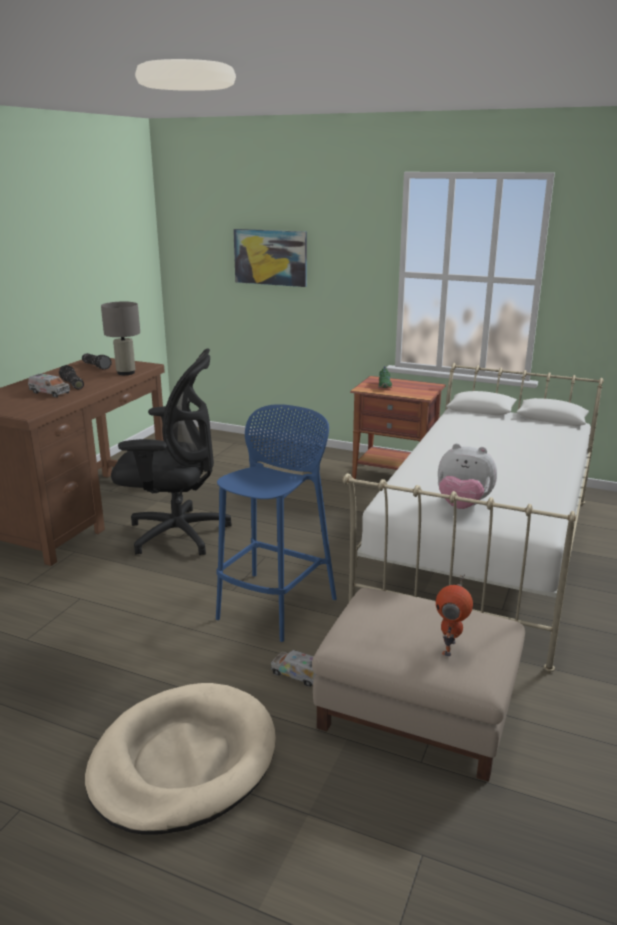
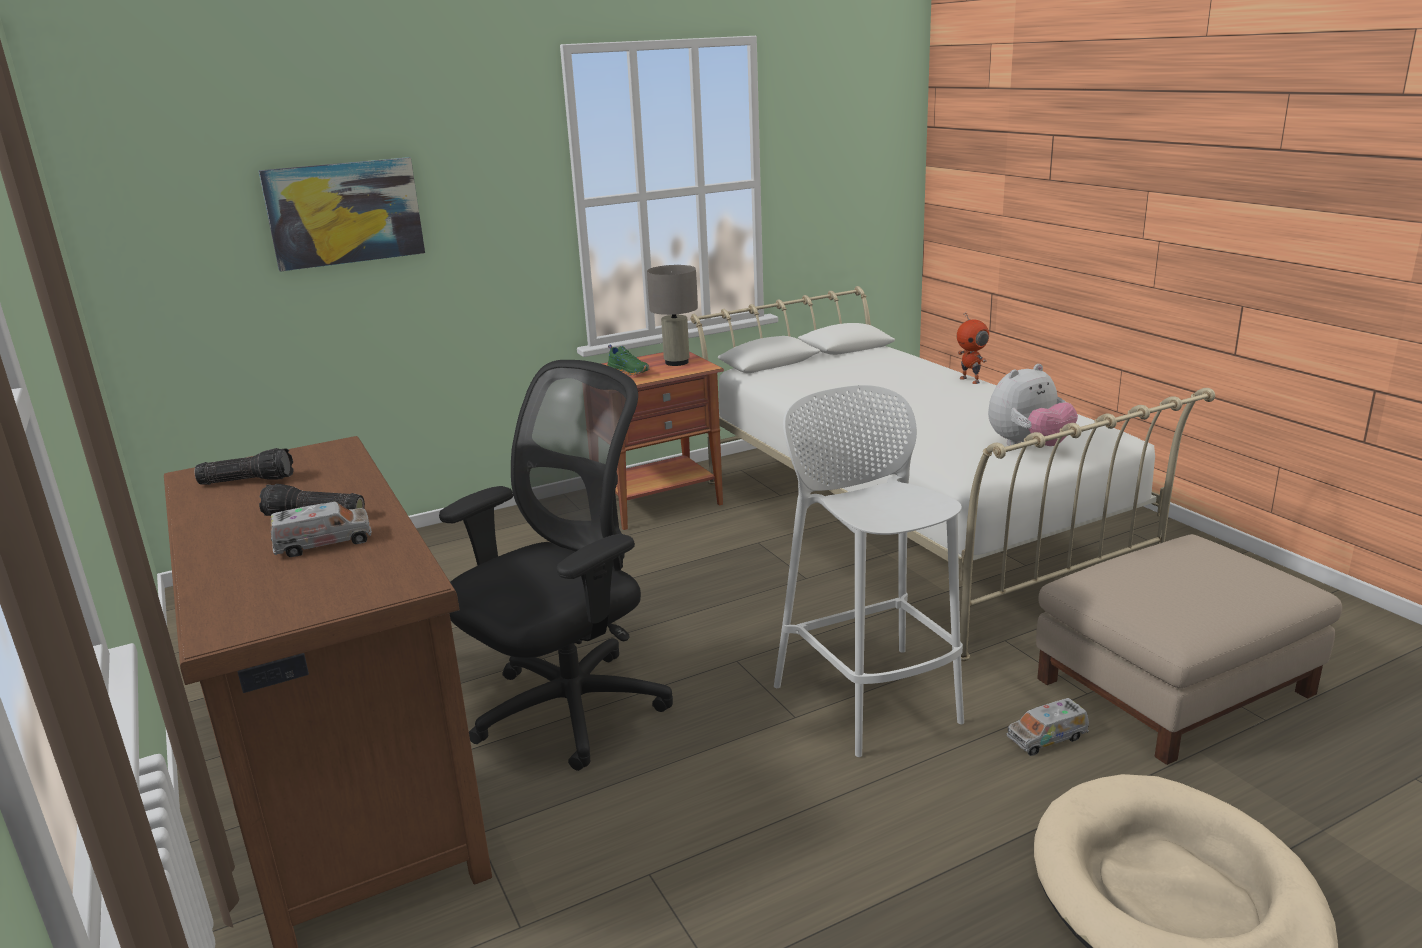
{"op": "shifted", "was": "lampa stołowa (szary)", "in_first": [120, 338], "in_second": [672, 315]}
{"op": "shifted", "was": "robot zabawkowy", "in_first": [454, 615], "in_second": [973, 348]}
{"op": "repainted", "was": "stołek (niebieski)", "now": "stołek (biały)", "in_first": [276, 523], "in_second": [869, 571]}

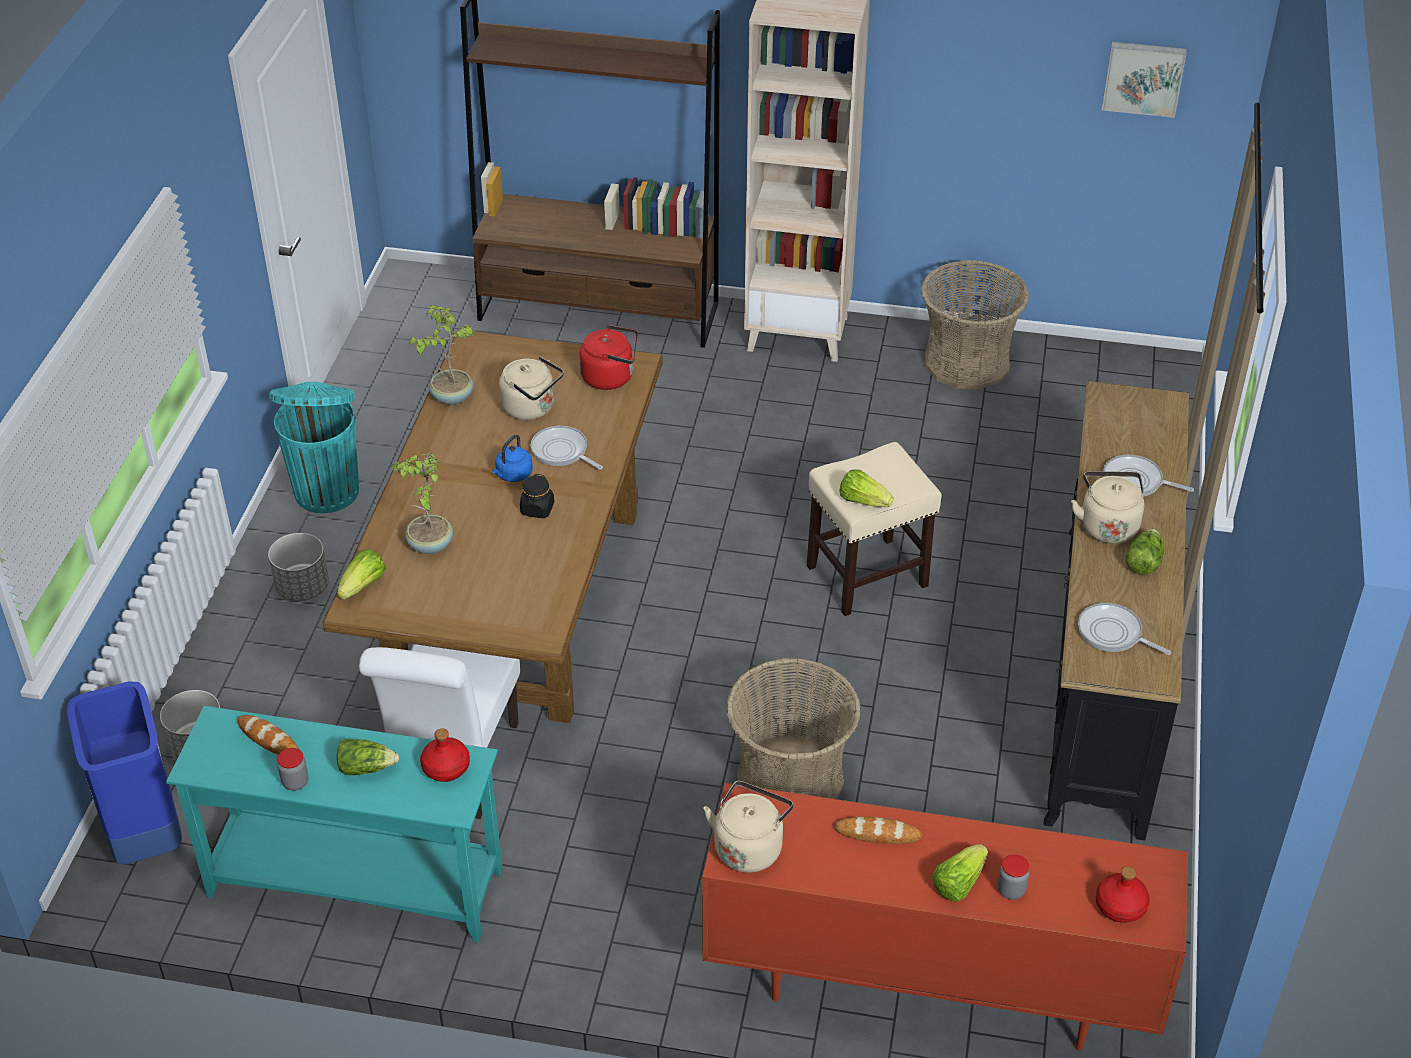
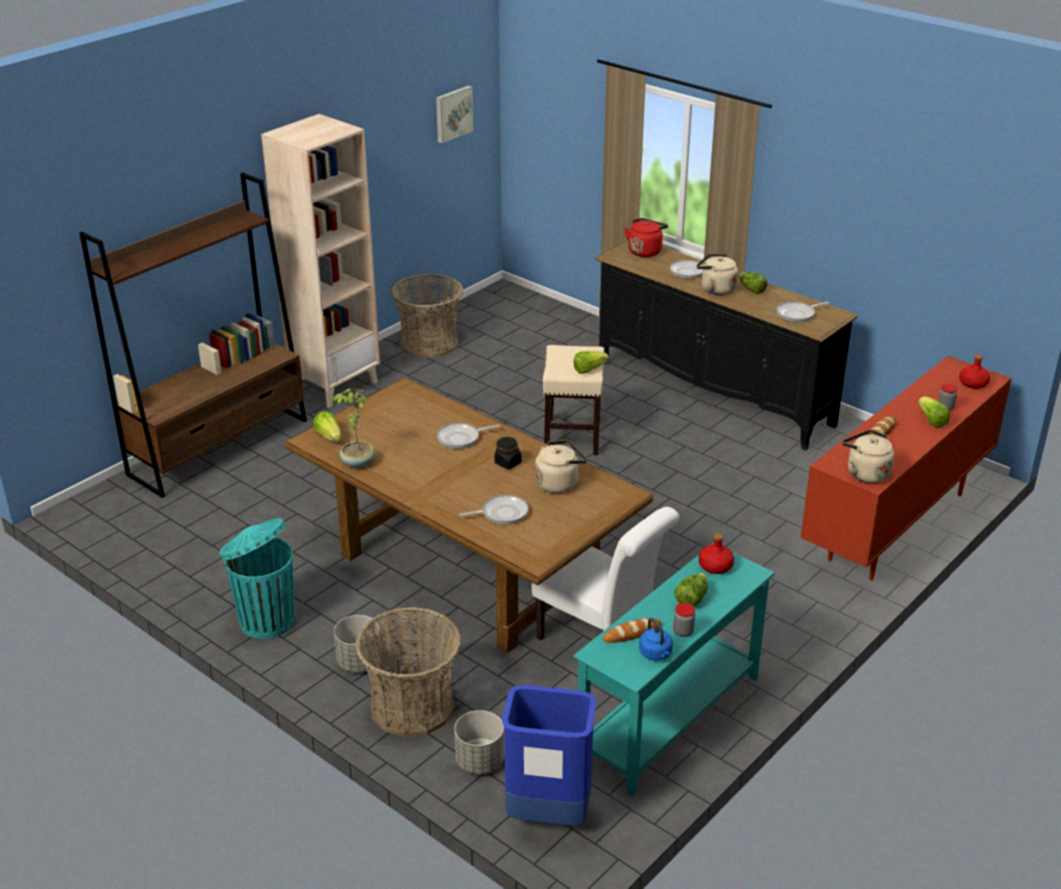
{"op": "shifted", "was": "sałata", "in_first": [361, 575], "in_second": [327, 426]}
{"op": "shifted", "was": "czajnik (niebieski)", "in_first": [512, 458], "in_second": [656, 639]}
{"op": "shifted", "was": "czajnik (beżowy)", "in_first": [531, 388], "in_second": [561, 466]}
{"op": "shifted", "was": "czajnik (czerwony)", "in_first": [608, 357], "in_second": [646, 237]}
{"op": "shifted", "was": "koszyk", "in_first": [793, 728], "in_second": [408, 672]}
{"op": "swapped", "was": "roślina doniczkowa", "now": "patelnia", "in_first": [422, 503], "in_second": [493, 510]}

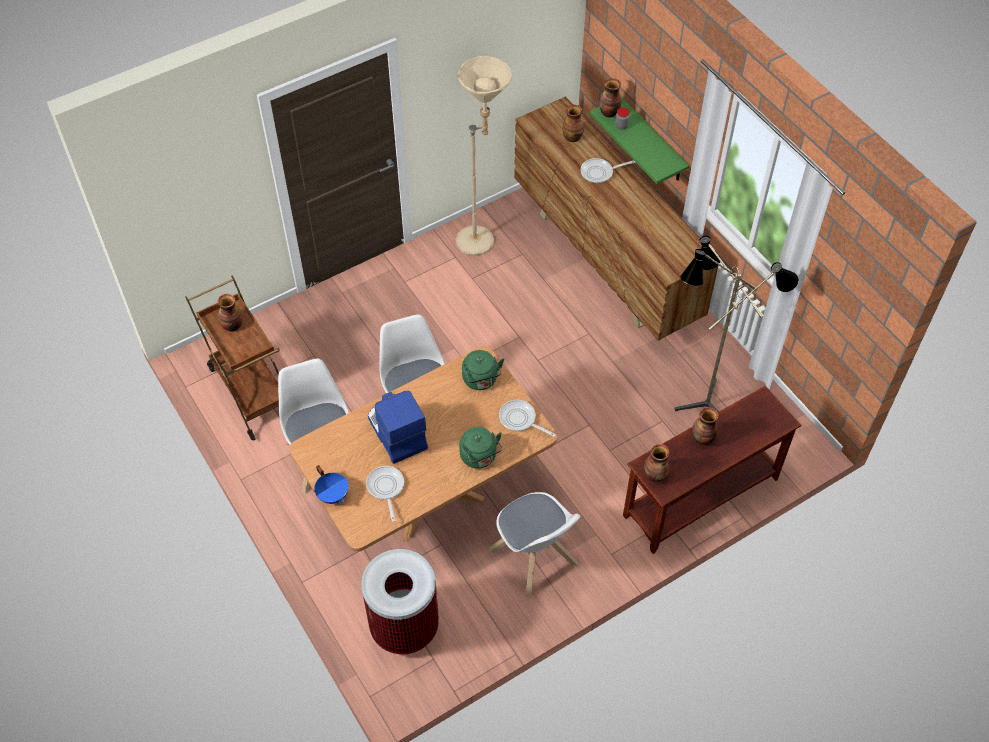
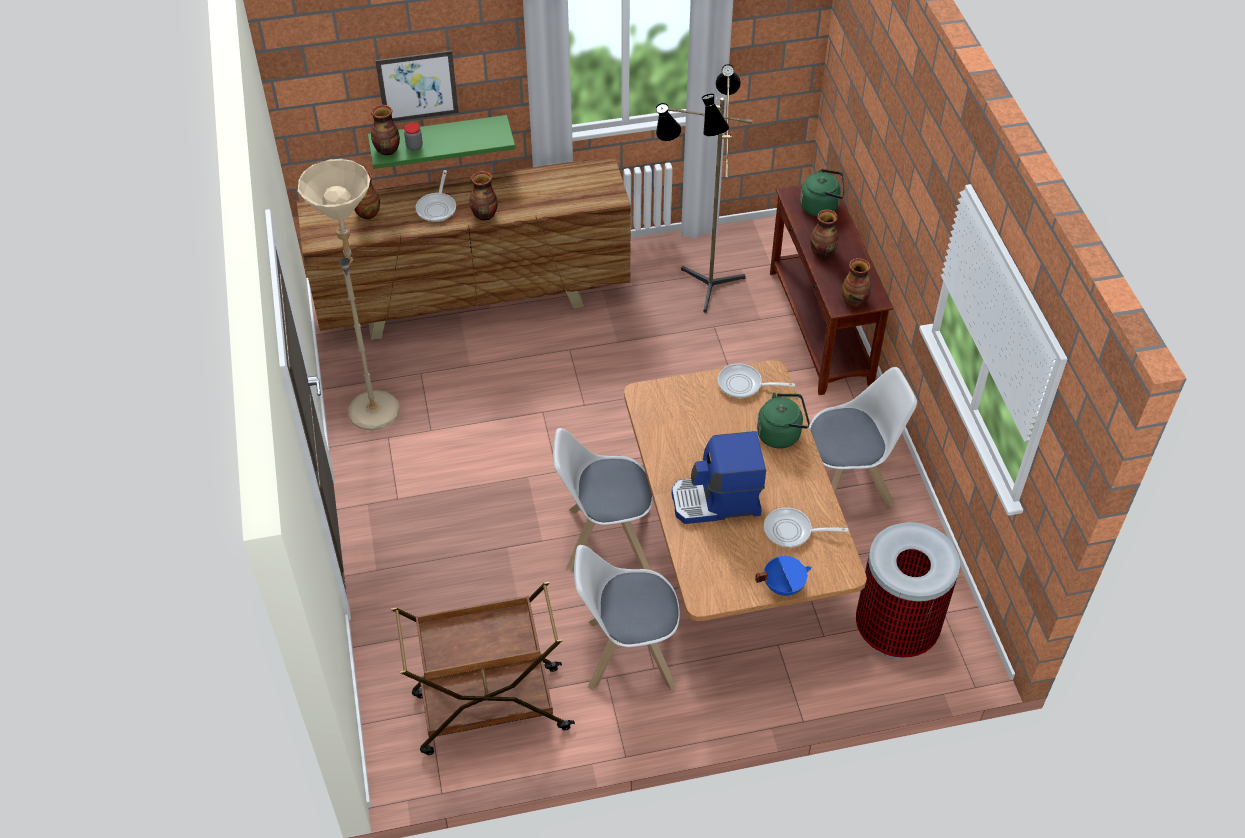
{"op": "new", "now": "obraz", "in_second": [417, 86]}
{"op": "shifted", "was": "wazon", "in_first": [230, 313], "in_second": [483, 196]}
{"op": "shifted", "was": "czajnik (zielony)", "in_first": [483, 370], "in_second": [822, 193]}
{"op": "rotated", "was": "patelnia", "in_first": [527, 418], "in_second": [756, 380], "clockwise": 45}

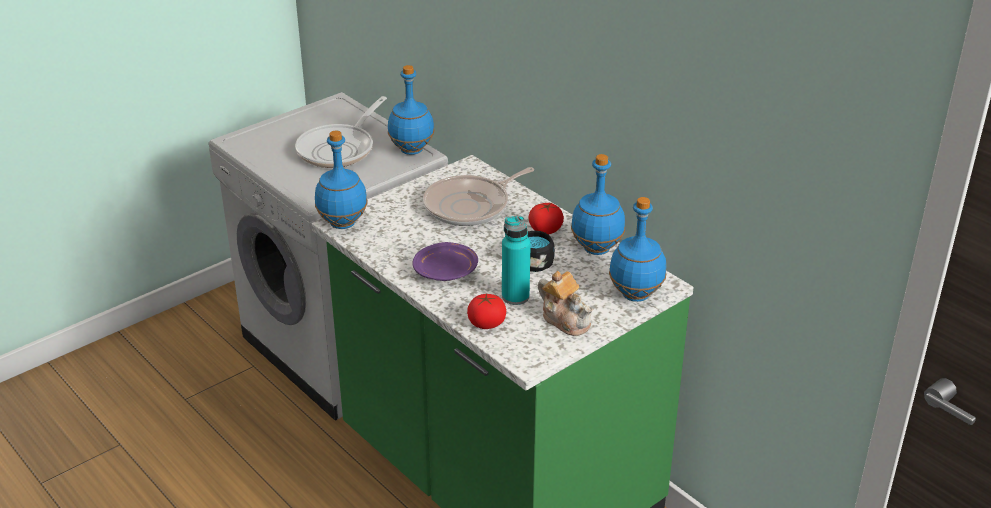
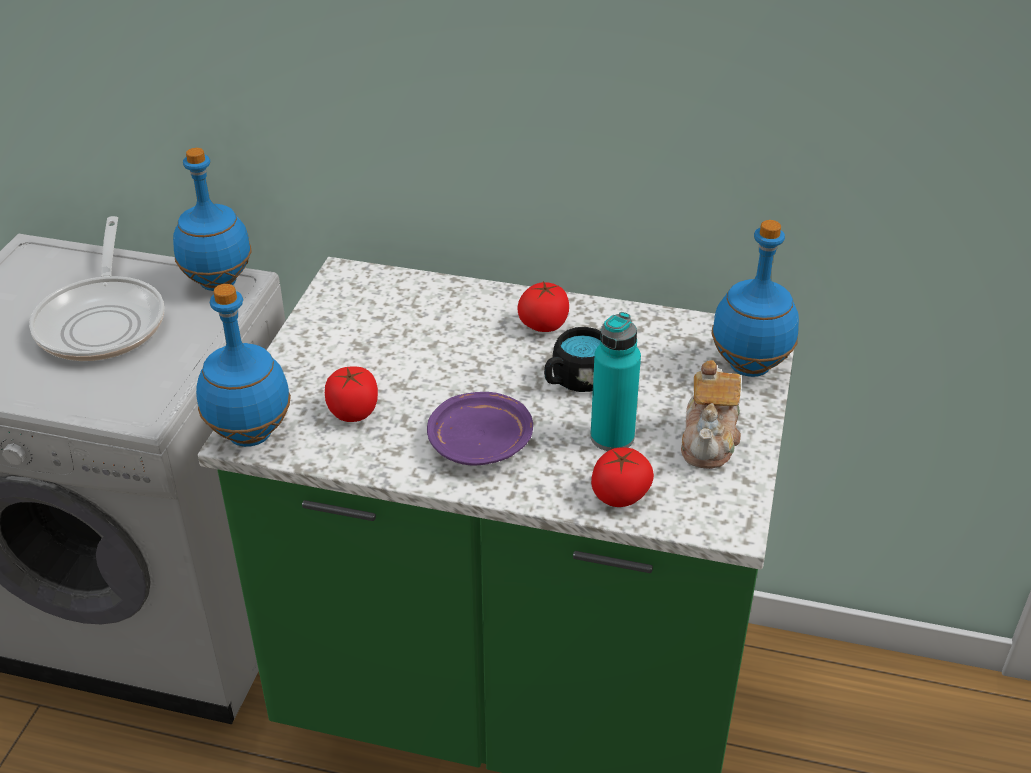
{"op": "gone", "was": "patelnia", "in_first": [479, 196]}
{"op": "gone", "was": "butelka (niebieski)", "in_first": [598, 204]}
{"op": "new", "now": "pomidor", "in_second": [351, 394]}
{"op": "rotated", "was": "imbryk", "in_first": [565, 303], "in_second": [711, 414], "clockwise": 90}

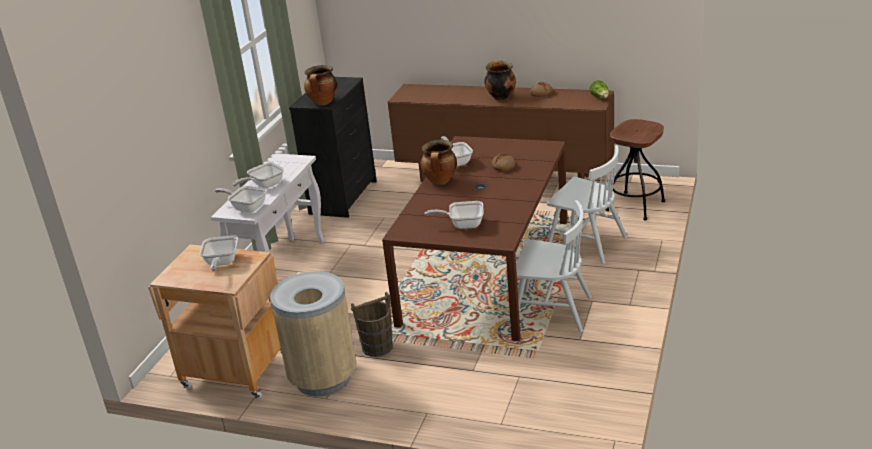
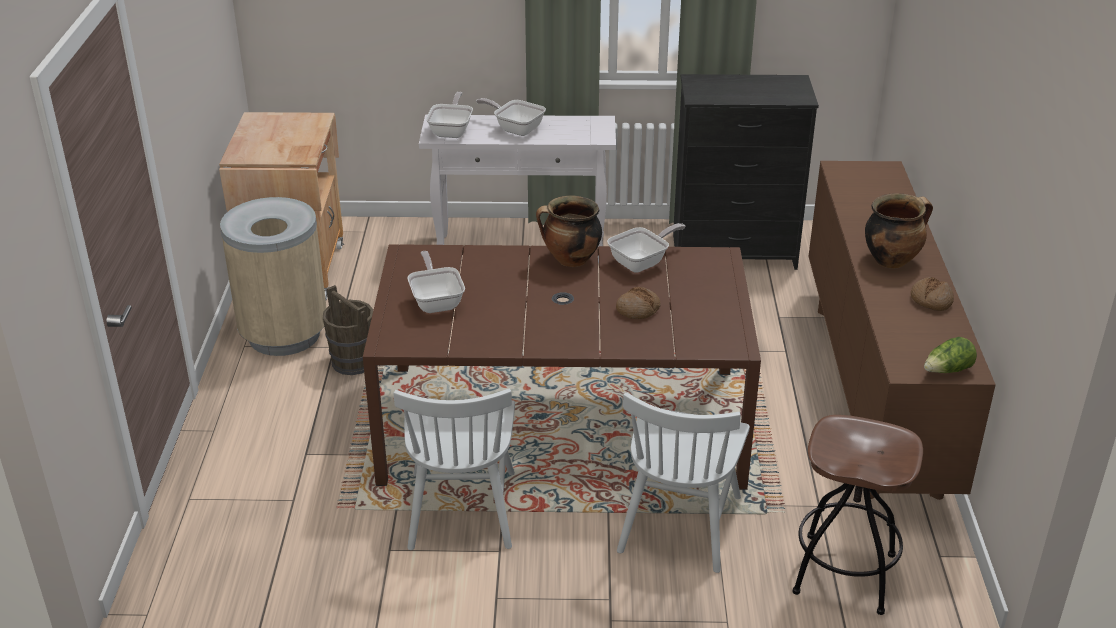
{"op": "gone", "was": "patelnia", "in_first": [219, 253]}
{"op": "gone", "was": "garnek", "in_first": [321, 85]}

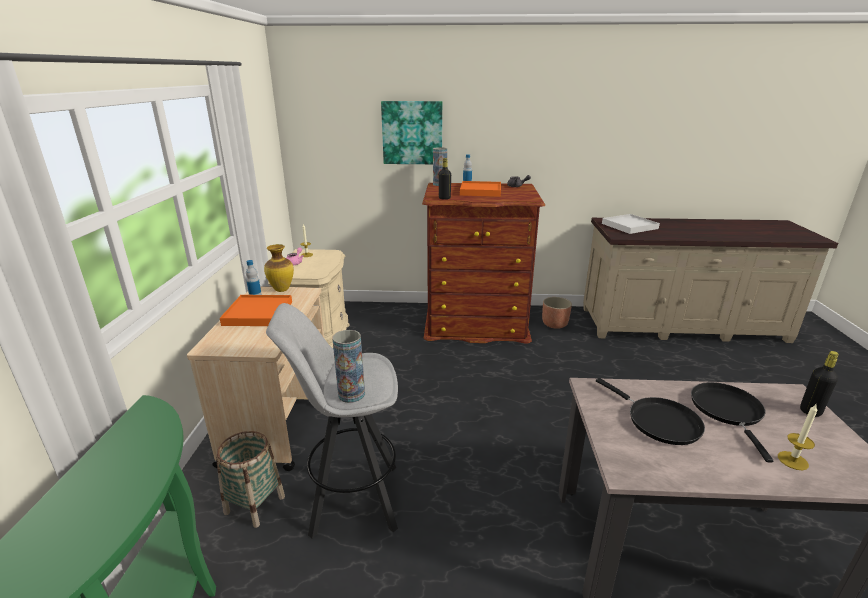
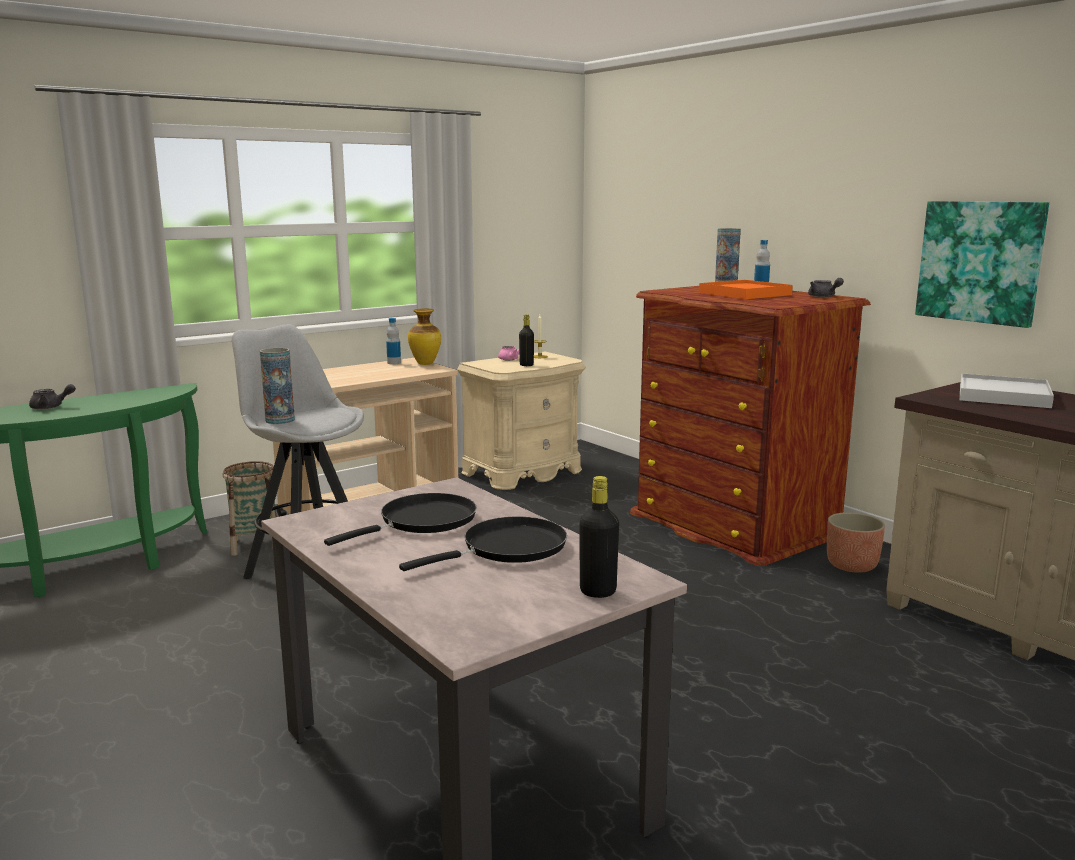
{"op": "gone", "was": "taca (pomarańczowy)", "in_first": [256, 310]}
{"op": "gone", "was": "świeca", "in_first": [798, 436]}
{"op": "new", "now": "imbryk (szary)", "in_second": [52, 397]}
{"op": "shifted", "was": "obraz", "in_first": [411, 132], "in_second": [982, 264]}
{"op": "shifted", "was": "butelka (czarny)", "in_first": [445, 179], "in_second": [526, 340]}
{"op": "rotated", "was": "patelnia (czarny)", "in_first": [650, 411], "in_second": [400, 519], "clockwise": -150}

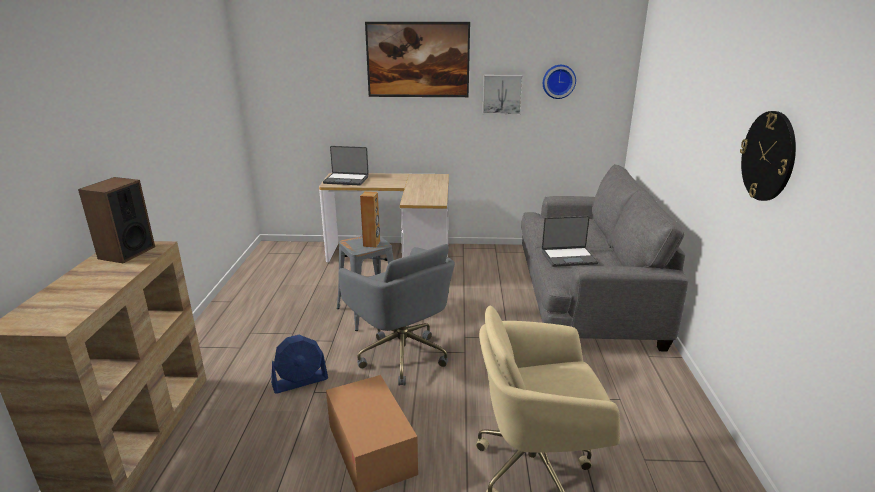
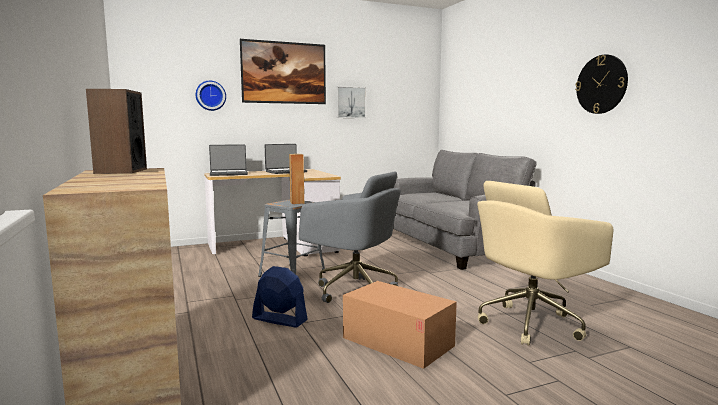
{"op": "shifted", "was": "laptop", "in_first": [570, 241], "in_second": [286, 159]}
{"op": "shifted", "was": "zegar ścienny", "in_first": [559, 82], "in_second": [211, 96]}
{"op": "rotated", "was": "wentylator (niebieski)", "in_first": [299, 364], "in_second": [280, 296], "clockwise": -105}

